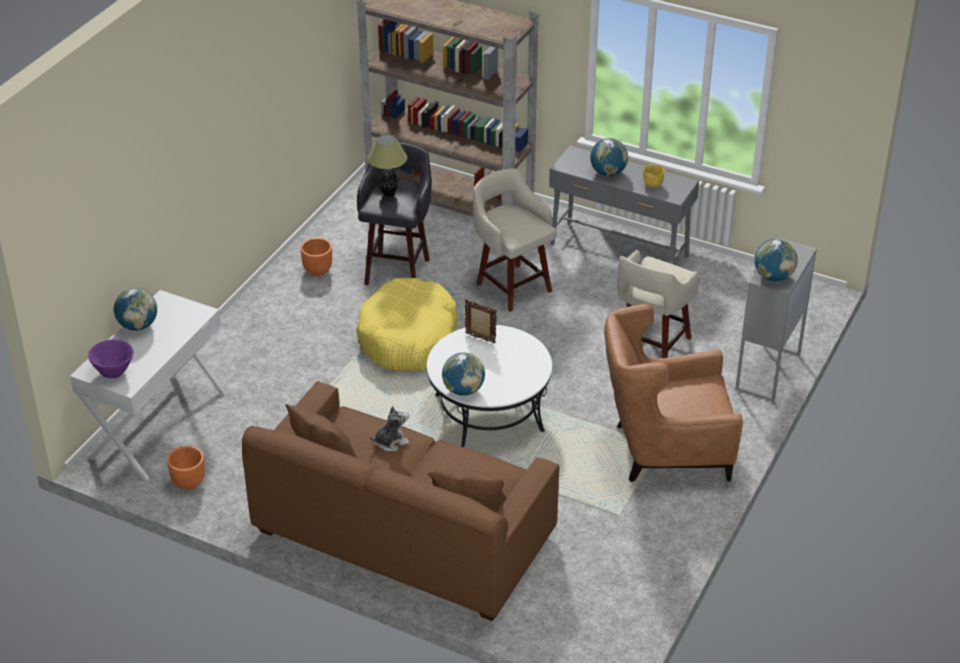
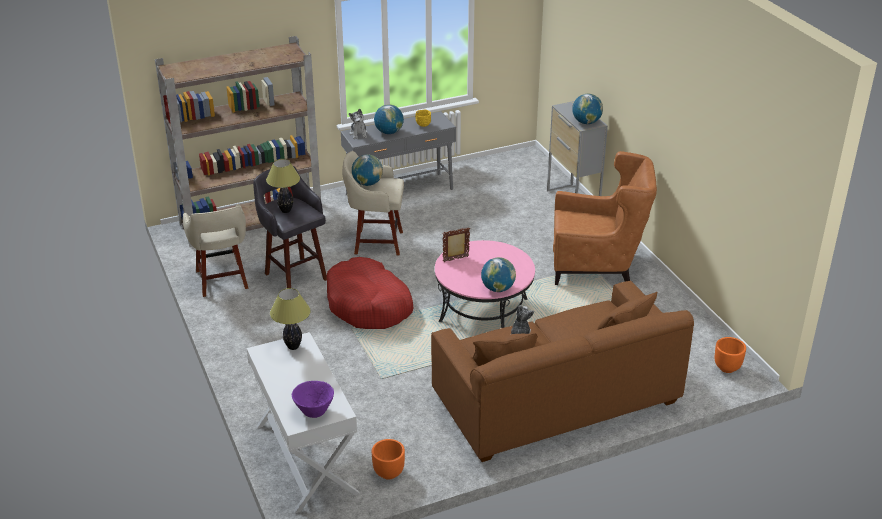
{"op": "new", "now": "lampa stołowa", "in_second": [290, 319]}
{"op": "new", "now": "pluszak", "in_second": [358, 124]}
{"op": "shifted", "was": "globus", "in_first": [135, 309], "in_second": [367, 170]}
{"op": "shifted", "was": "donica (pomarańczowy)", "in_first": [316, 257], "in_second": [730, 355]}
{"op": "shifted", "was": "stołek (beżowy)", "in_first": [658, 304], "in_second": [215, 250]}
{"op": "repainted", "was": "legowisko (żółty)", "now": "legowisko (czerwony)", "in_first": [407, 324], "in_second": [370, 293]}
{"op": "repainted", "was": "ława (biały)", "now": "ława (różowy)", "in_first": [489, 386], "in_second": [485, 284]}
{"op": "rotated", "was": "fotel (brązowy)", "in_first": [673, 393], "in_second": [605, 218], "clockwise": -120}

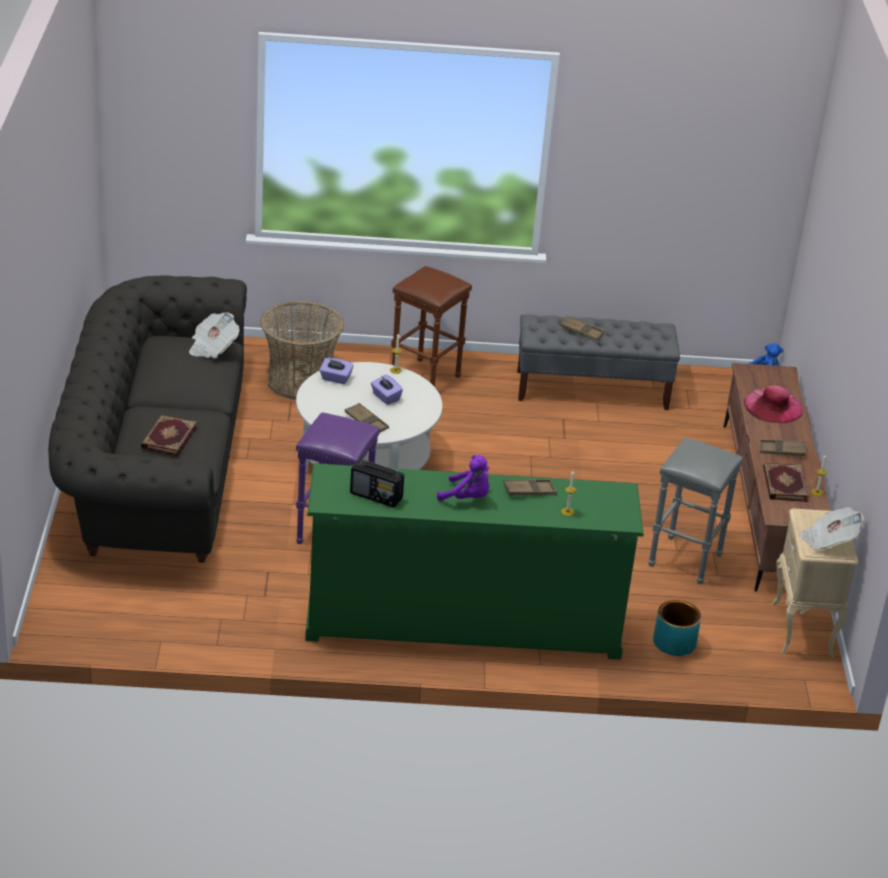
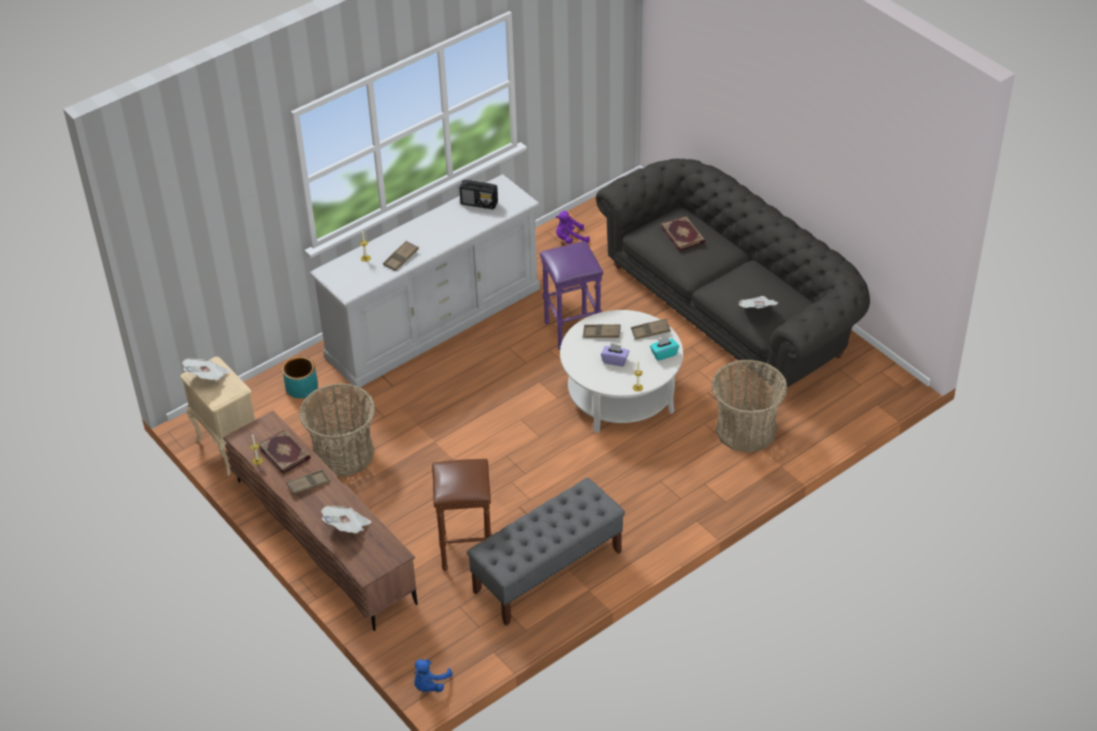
{"op": "shifted", "was": "stołek (brązowy)", "in_first": [431, 326], "in_second": [461, 515]}
{"op": "shifted", "was": "pluszak (fioletowy)", "in_first": [463, 478], "in_second": [573, 227]}
{"op": "shifted", "was": "taca (brązowy)", "in_first": [582, 328], "in_second": [650, 329]}
{"op": "swapped", "was": "stołek (szary)", "now": "koszyk", "in_first": [695, 511], "in_second": [337, 429]}
{"op": "swapped", "was": "kapelusz (różowy)", "now": "gazeta", "in_first": [773, 404], "in_second": [346, 520]}
{"op": "repainted", "was": "szafka (zielony)", "now": "szafka (biały)", "in_first": [474, 561], "in_second": [425, 280]}
{"op": "repainted", "was": "pudełko chusteczek (fioletowy)", "now": "pudełko chusteczek (turkusowy)", "in_first": [336, 371], "in_second": [664, 349]}
{"op": "rotated", "was": "radio", "in_first": [377, 483], "in_second": [479, 195], "clockwise": -150}

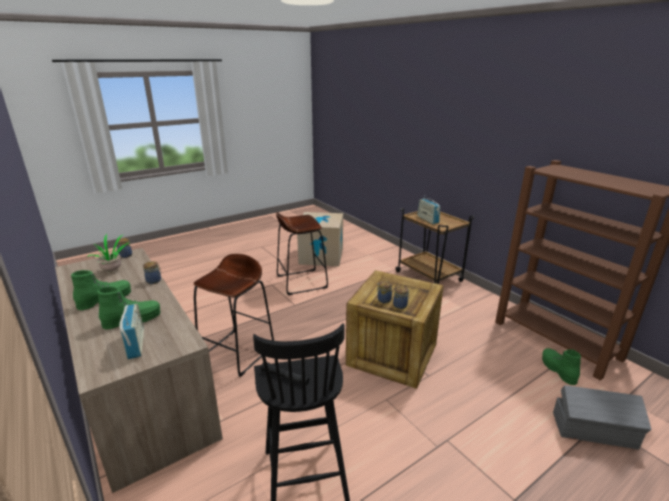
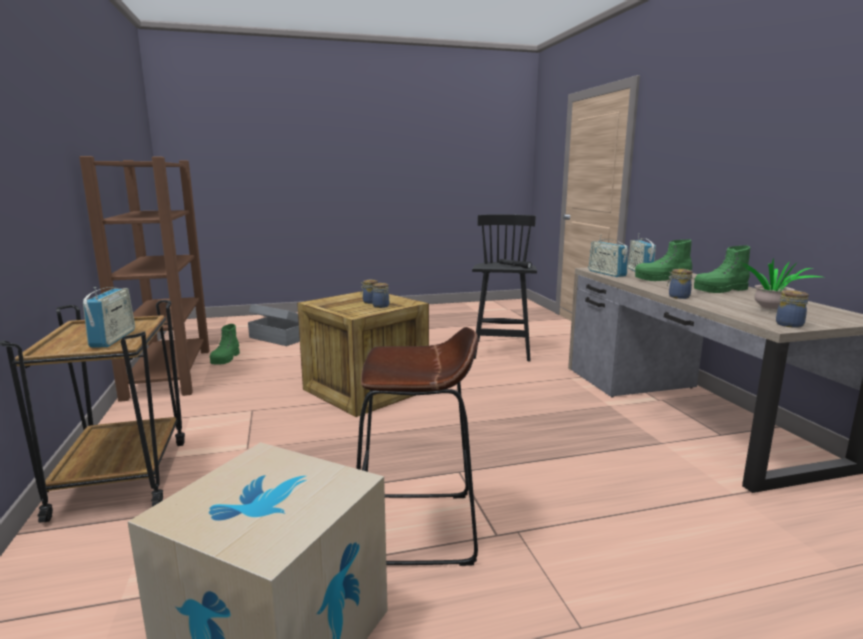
{"op": "gone", "was": "stołek (brązowy)", "in_first": [233, 315]}
{"op": "new", "now": "radio", "in_second": [608, 256]}

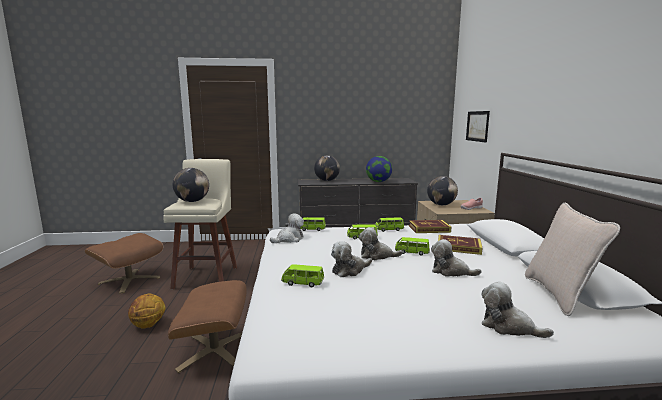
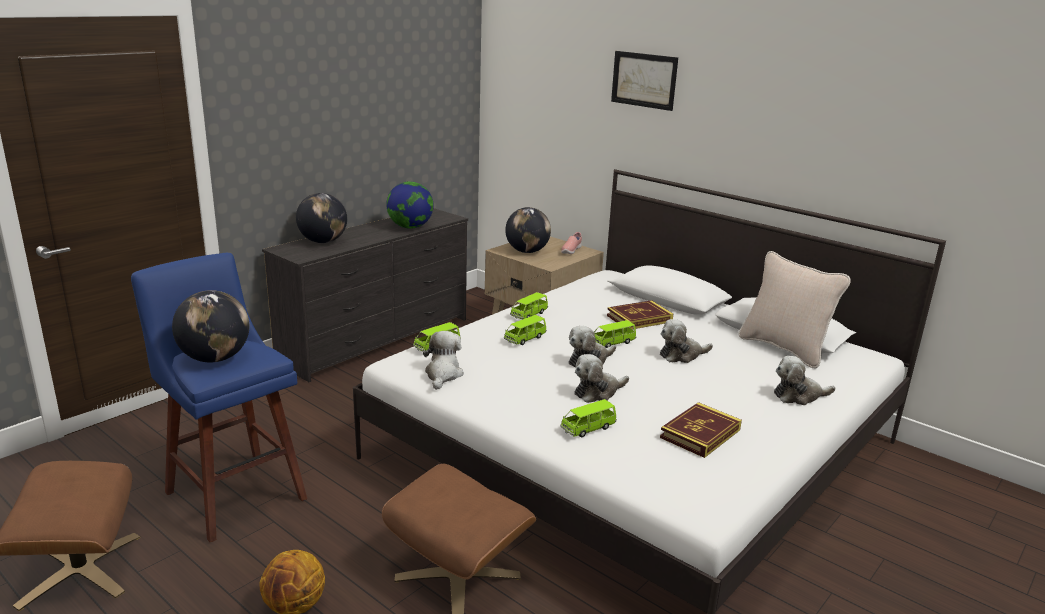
{"op": "shifted", "was": "książka", "in_first": [430, 226], "in_second": [701, 430]}
{"op": "shifted", "was": "obraz", "in_first": [478, 127], "in_second": [644, 81]}
{"op": "repainted", "was": "stołek (beżowy)", "now": "stołek (niebieski)", "in_first": [200, 224], "in_second": [219, 397]}
{"op": "rotated", "was": "pluszak", "in_first": [351, 259], "in_second": [602, 378], "clockwise": 45}

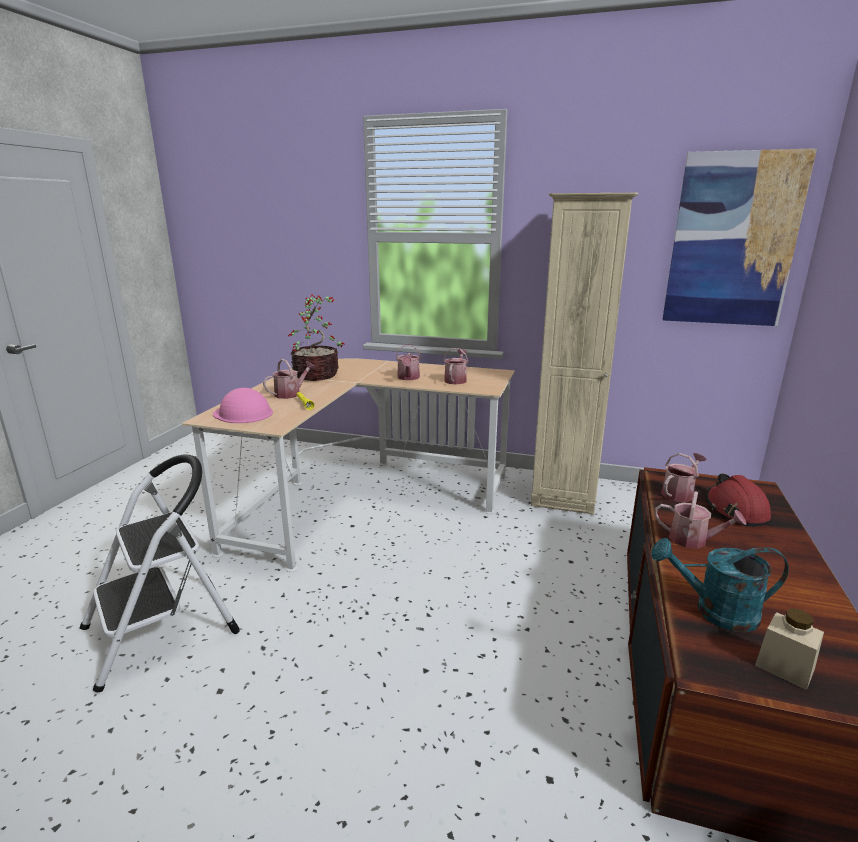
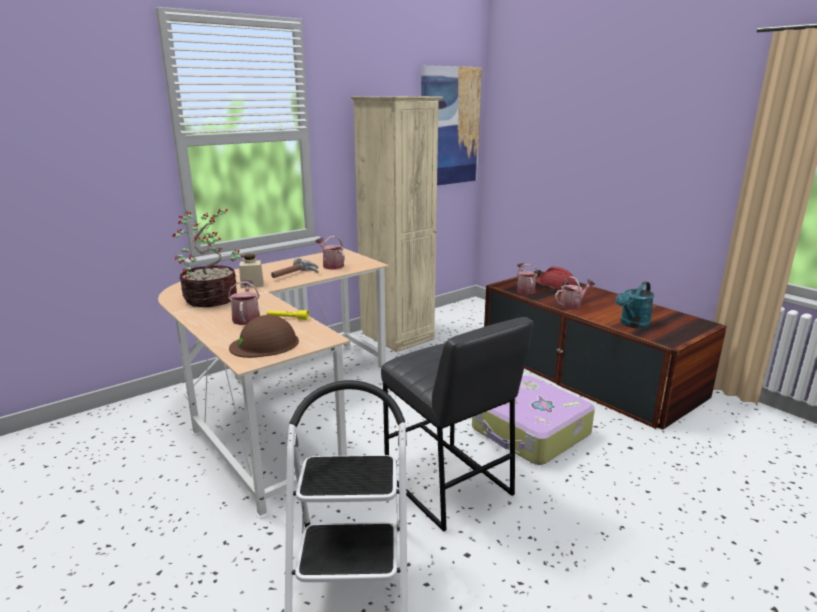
{"op": "new", "now": "stołek (szary)", "in_second": [457, 424]}
{"op": "new", "now": "walizka", "in_second": [533, 420]}
{"op": "shifted", "was": "słoik (beżowy)", "in_first": [789, 649], "in_second": [251, 271]}
{"op": "swapped", "was": "konewka", "now": "młotek", "in_first": [408, 362], "in_second": [295, 268]}
{"op": "repainted", "was": "kask (różowy)", "now": "kask (brązowy)", "in_first": [243, 405], "in_second": [264, 336]}

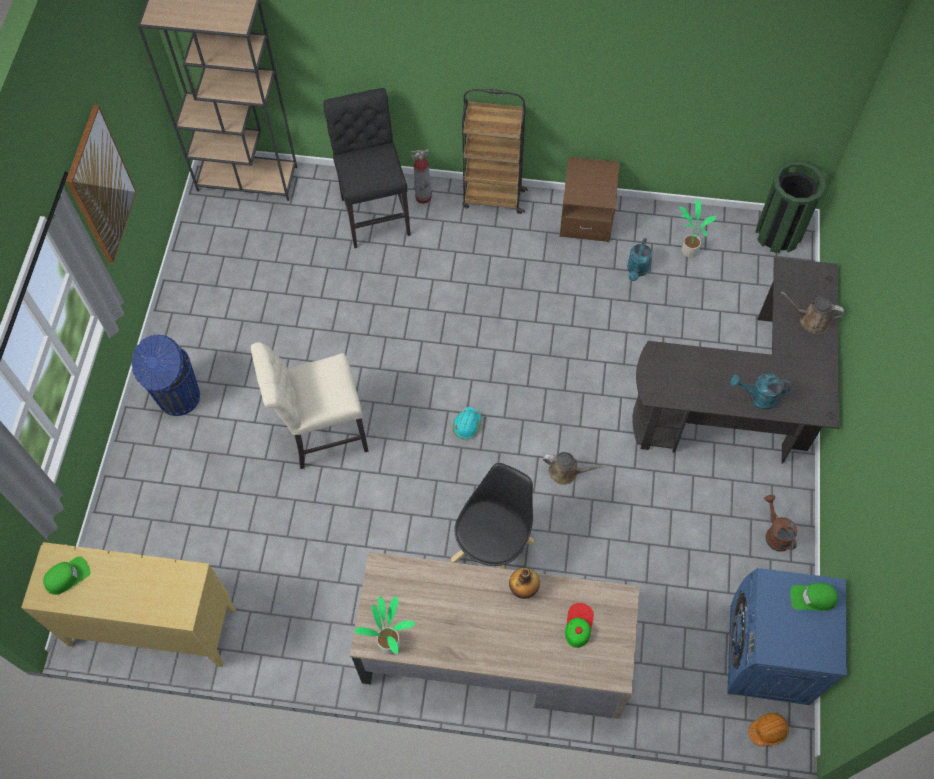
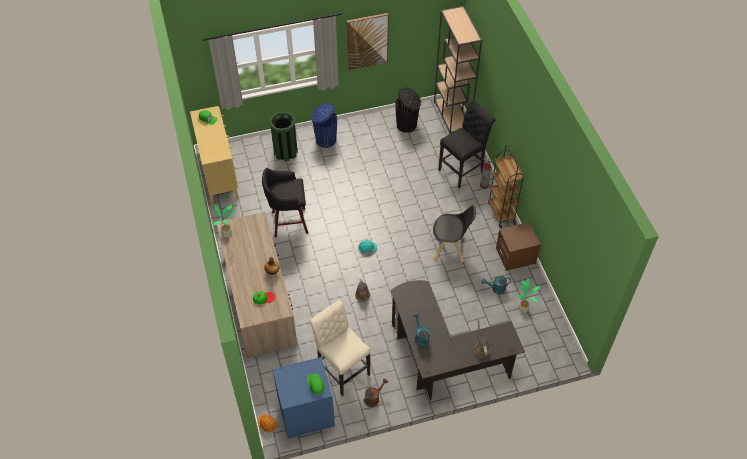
{"op": "new", "now": "stołek (czarny)", "in_second": [285, 202]}
{"op": "new", "now": "kosz na śmieci (czarny)", "in_second": [408, 110]}
{"op": "shifted", "was": "stołek (beżowy)", "in_first": [310, 405], "in_second": [340, 348]}
{"op": "shifted", "was": "krzesło (czarny)", "in_first": [493, 516], "in_second": [454, 234]}
{"op": "shifted", "was": "kosz na śmieci (zielony)", "in_first": [790, 207], "in_second": [283, 136]}

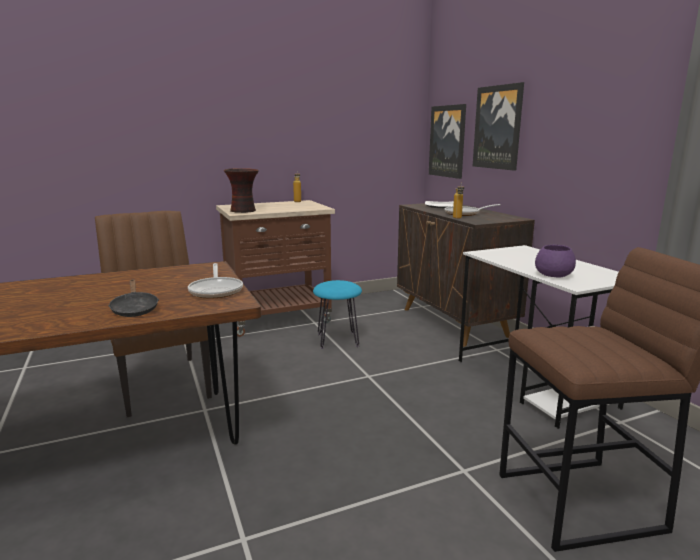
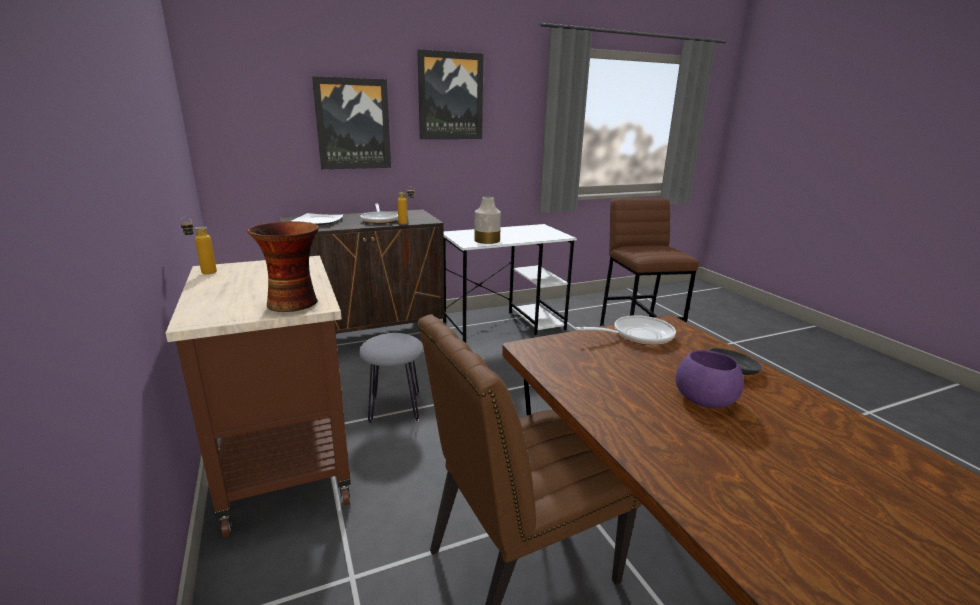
{"op": "new", "now": "wazon (beżowy)", "in_second": [487, 220]}
{"op": "shifted", "was": "obraz", "in_first": [447, 141], "in_second": [450, 94]}
{"op": "shifted", "was": "miska (fioletowy)", "in_first": [555, 261], "in_second": [709, 379]}
{"op": "repainted", "was": "stołek (turkusowy)", "now": "stołek (szary)", "in_first": [337, 314], "in_second": [391, 378]}

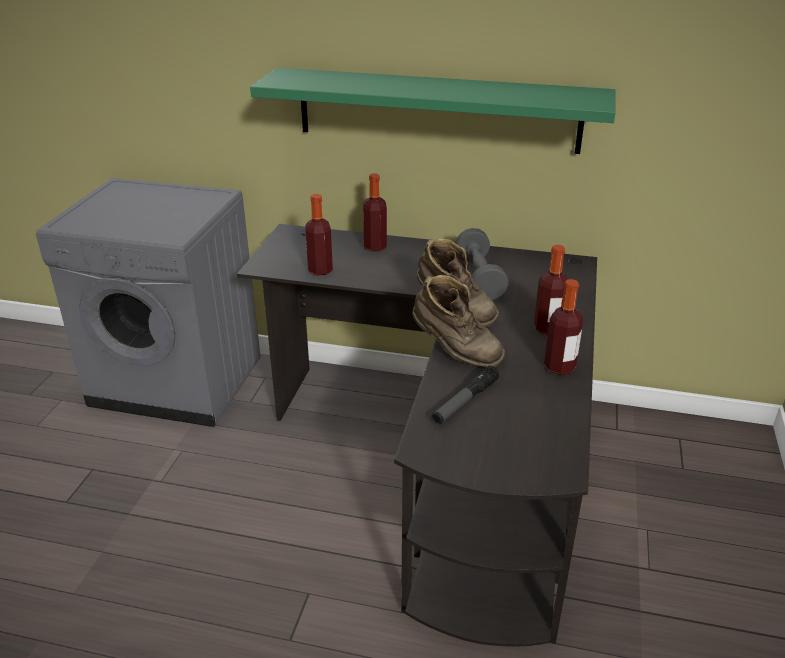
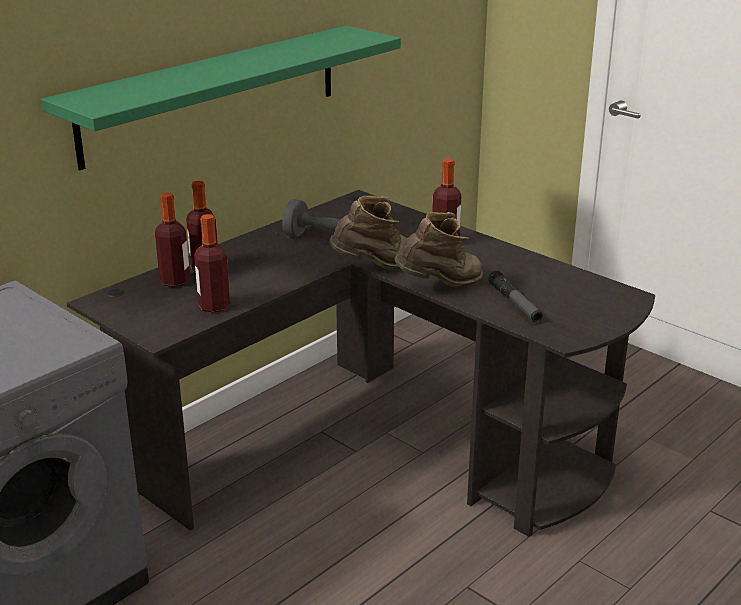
{"op": "shifted", "was": "butelka", "in_first": [563, 327], "in_second": [172, 239]}

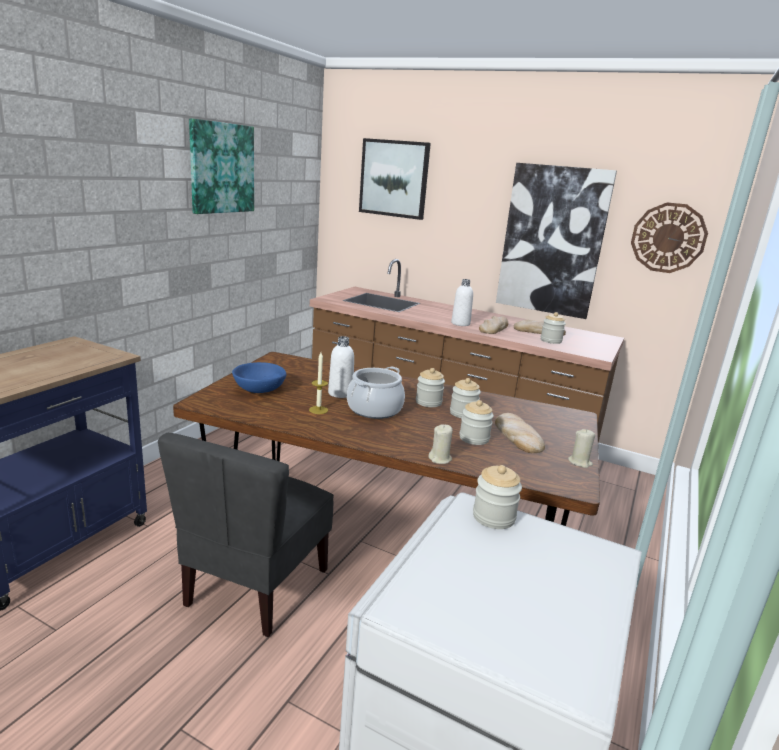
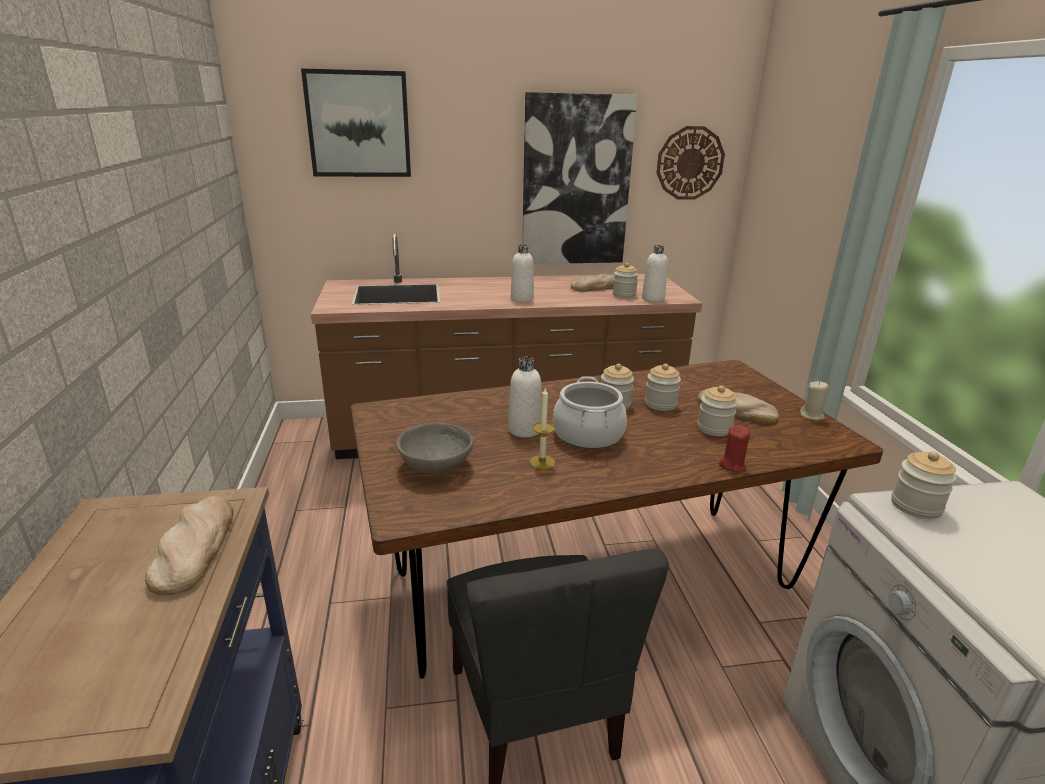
{"op": "gone", "was": "obraz", "in_first": [221, 166]}
{"op": "new", "now": "butelka (biały)", "in_second": [655, 273]}
{"op": "shifted", "was": "chleb", "in_first": [494, 325], "in_second": [189, 545]}
{"op": "repainted", "was": "miska (niebieski)", "now": "miska (szary)", "in_first": [259, 377], "in_second": [434, 448]}
{"op": "repainted", "was": "świeca (beżowy)", "now": "świeca (czerwony)", "in_first": [440, 444], "in_second": [734, 448]}

